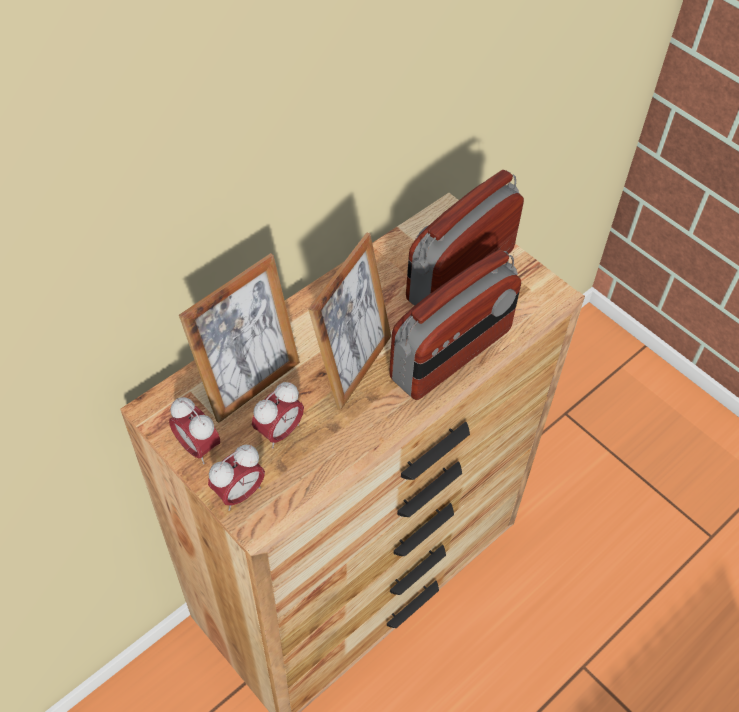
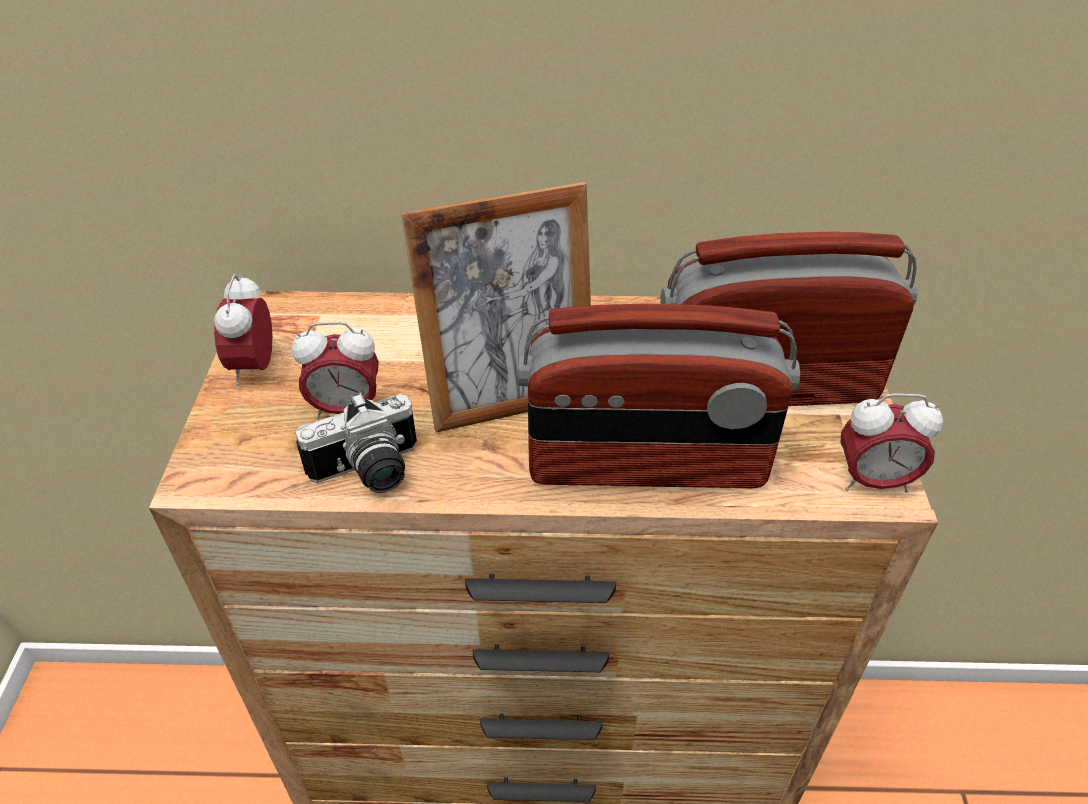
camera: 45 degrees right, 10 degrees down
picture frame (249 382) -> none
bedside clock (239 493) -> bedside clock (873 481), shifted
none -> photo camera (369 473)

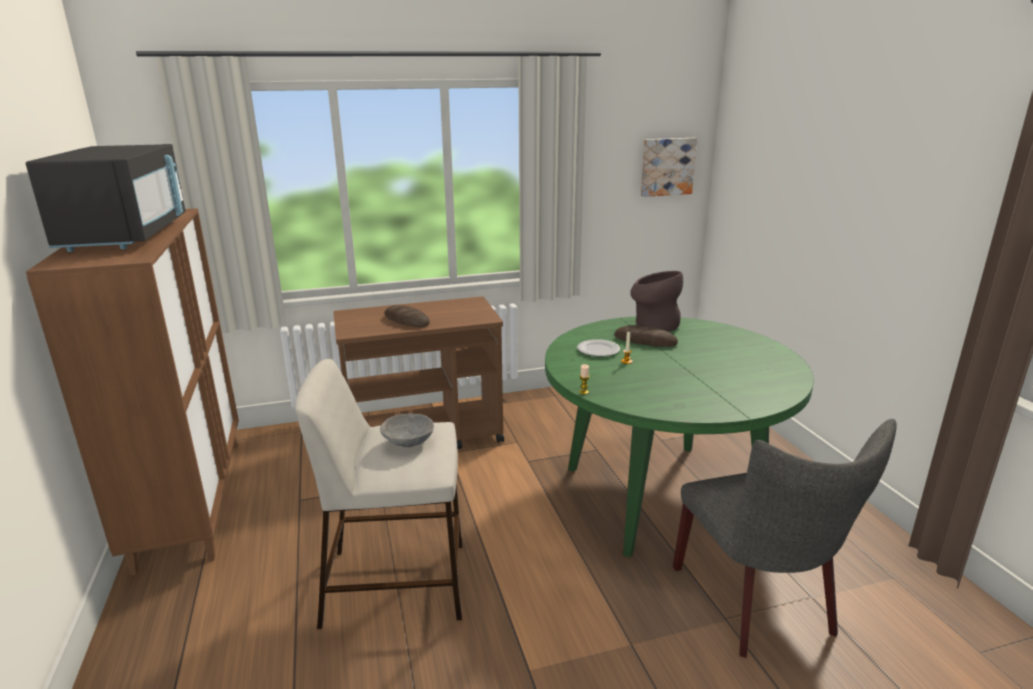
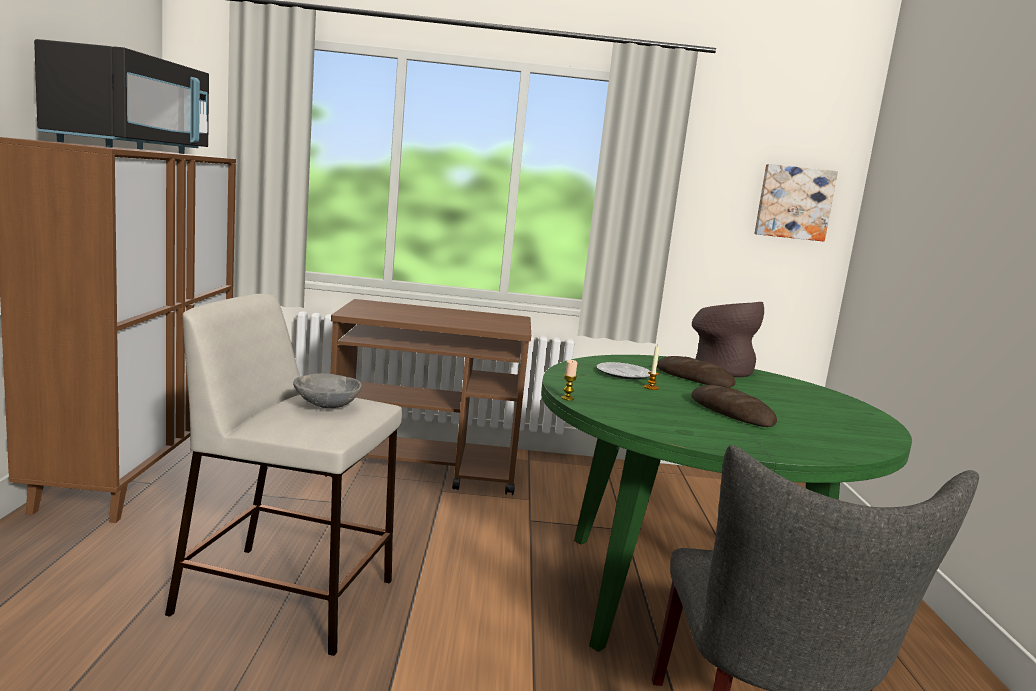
camera: 15 degrees right, 10 degrees down
bakery bread (406 320) -> bakery bread (731 412), shifted

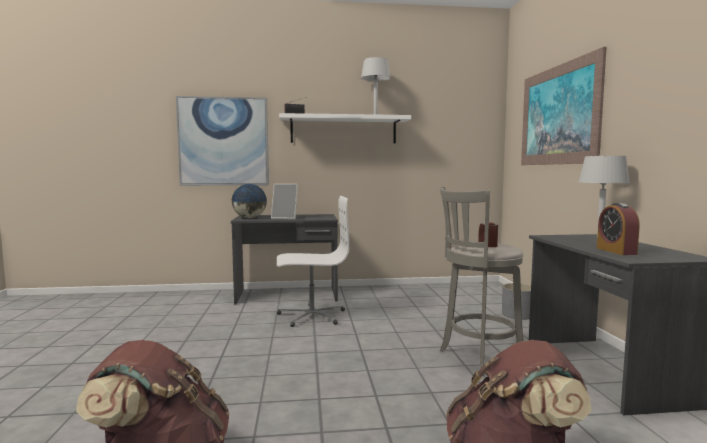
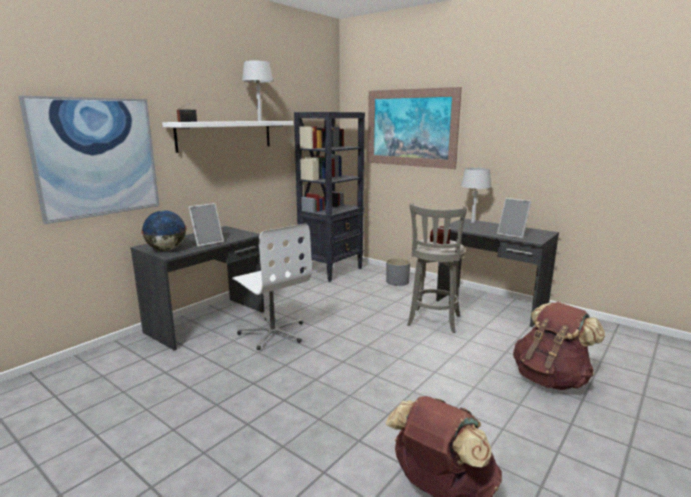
camera: 45 degrees left, 10 degrees up
office chair/whitish (311 316) -> office chair/whitish (273 333), 105 degrees clockwise
bedside clock (616 251) -> picture frame (513 234)
none -> bookcase/black (332 270)

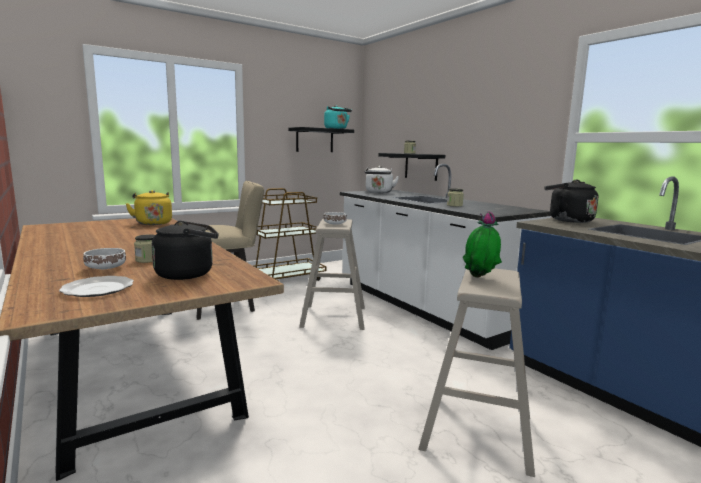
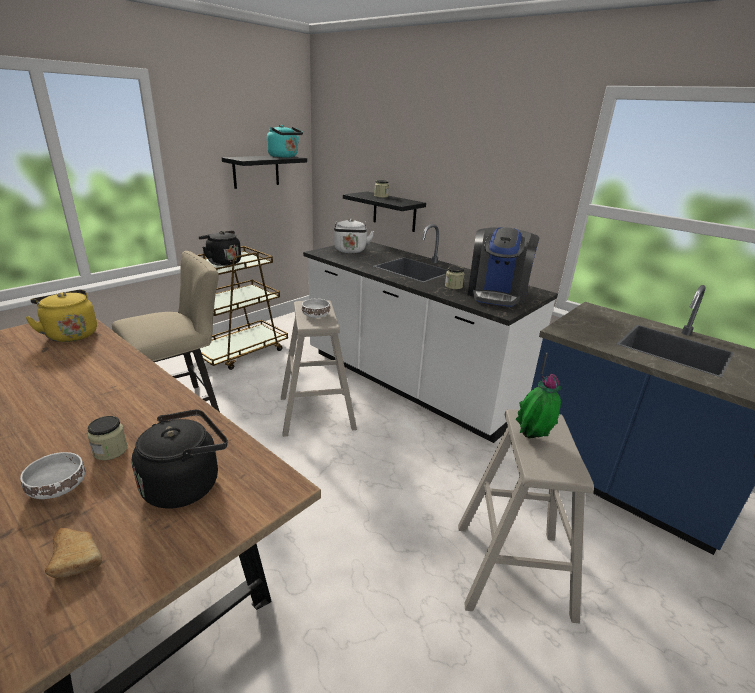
camera: 15 degrees left, 15 degrees up
kettle/black (567 220) -> kettle/black (222 262), shifted
flat dish (98 289) -> bakery bread (75 557)
none -> coffee brewer (497 294)

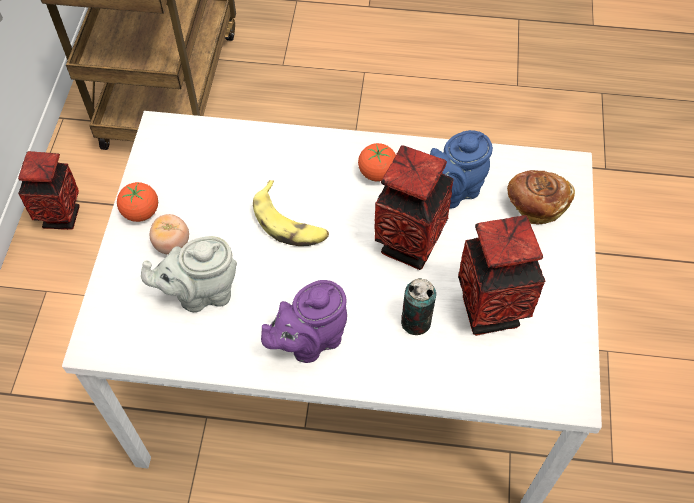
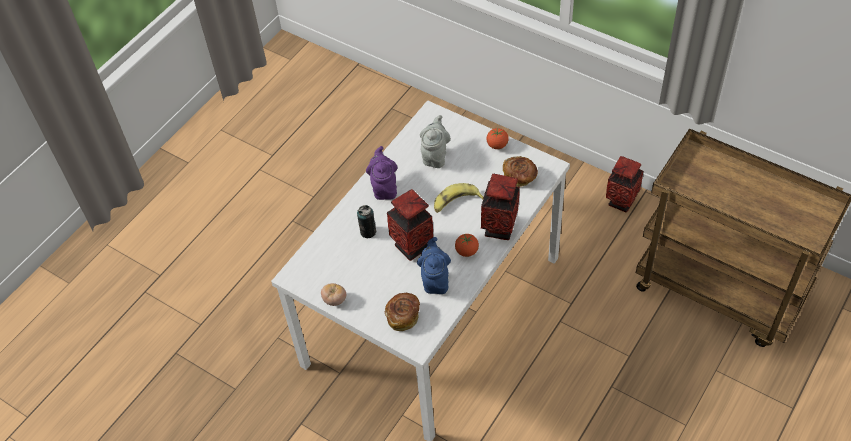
camera: 120 degrees right, 5 degrees down
whole tomato (172 244) -> whole tomato (334 300), shifted
flower vase (489 311) -> flower vase (499 229), shifted
none -> bakery bread (520 177)

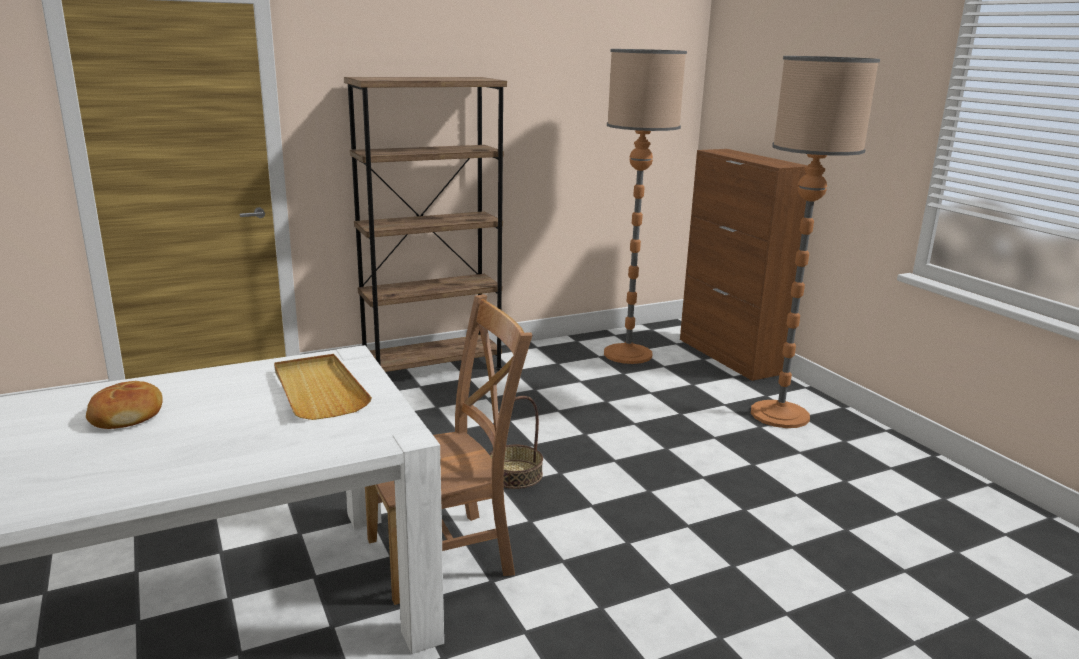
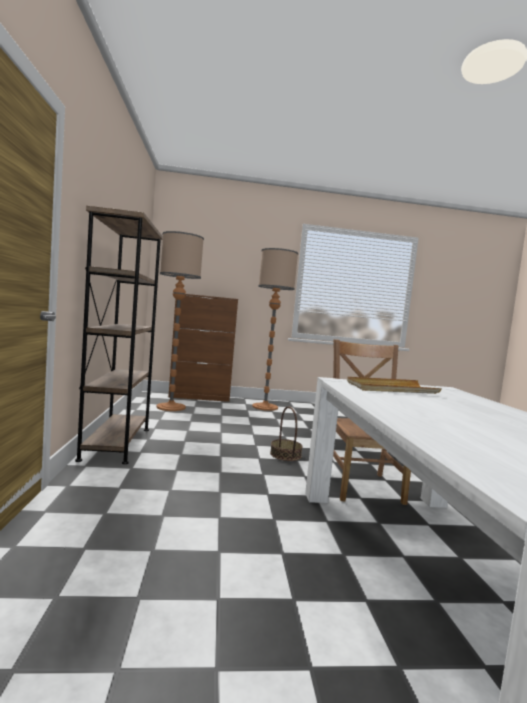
camera: 70 degrees left, 15 degrees down
bakery bread (127 415) -> none

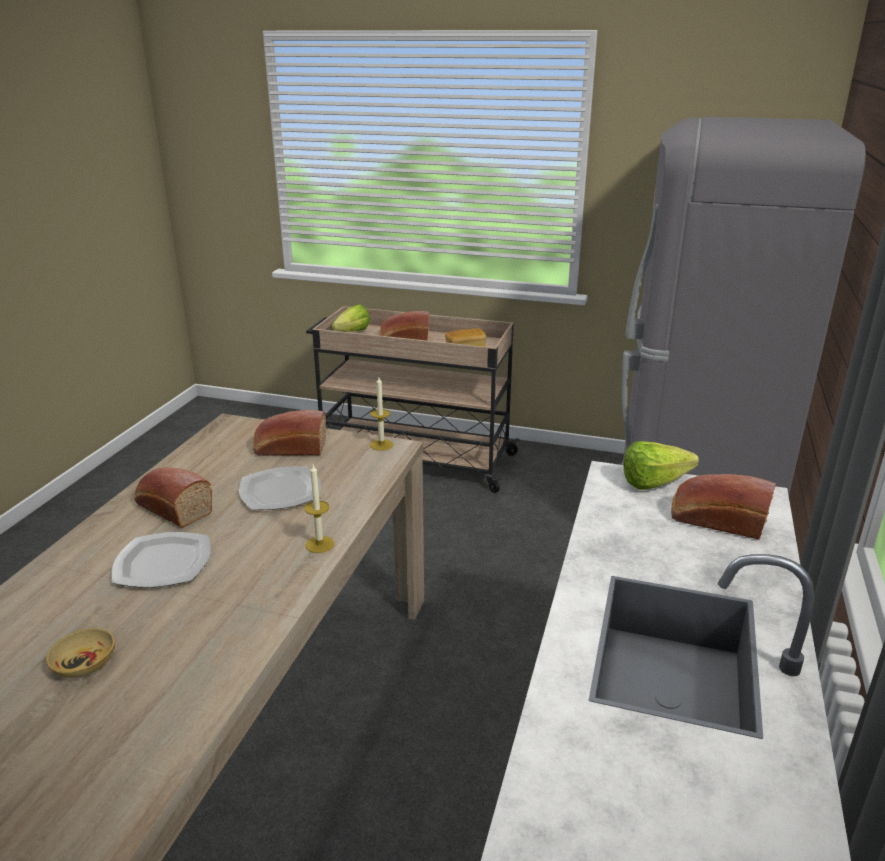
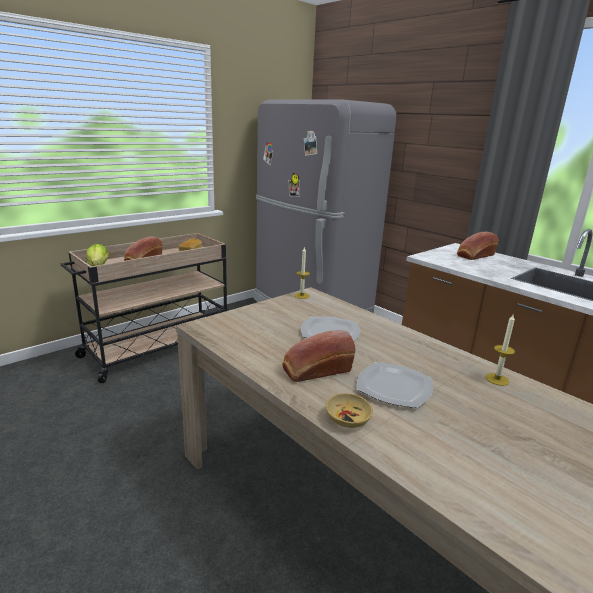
camera: 60 degrees left, 5 degrees down
bakery bread (289 449) -> none
head of lettuce (660 483) -> none
candle (319 544) -> candle (497 379), shifted
serving bowl/beige-coloured (85 664) -> serving bowl/beige-coloured (348 419), shifted

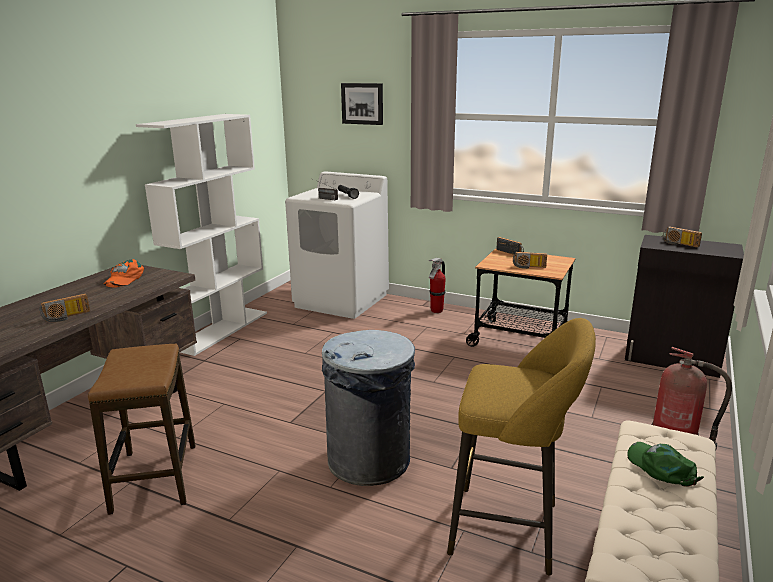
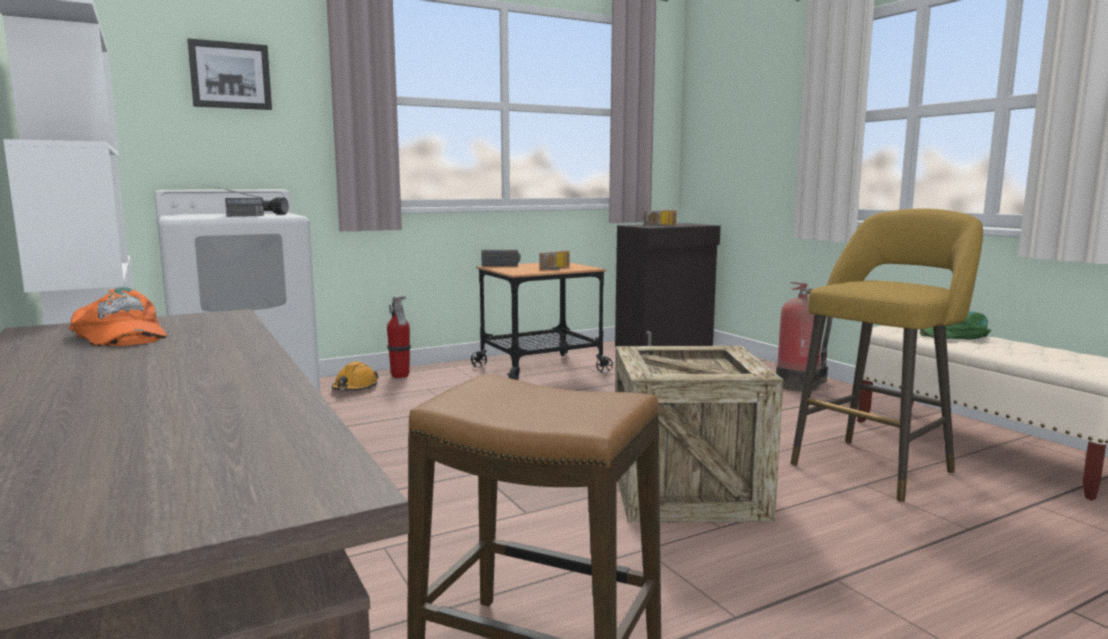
camera: 55 degrees left, 10 degrees down
radio (67 317) -> none
rubbish bin/grey (370 460) -> packing crate (687 491)
none -> hard hat/orange-coloured (355 388)

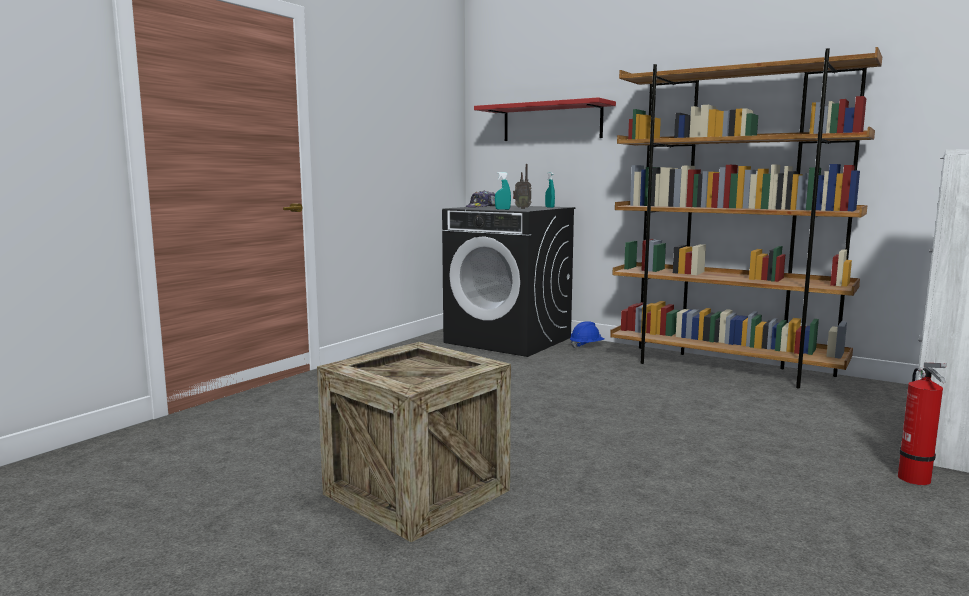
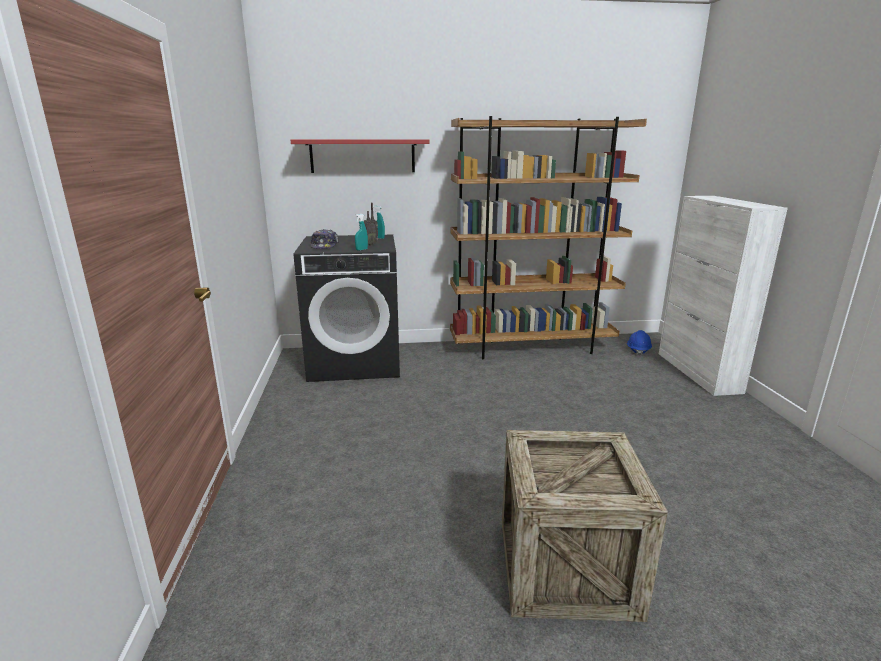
camera: 40 degrees left, 10 degrees up
hard hat/blue-coloured (586 346) -> hard hat/blue-coloured (638 350), shifted
extinguisher (916 480) -> none

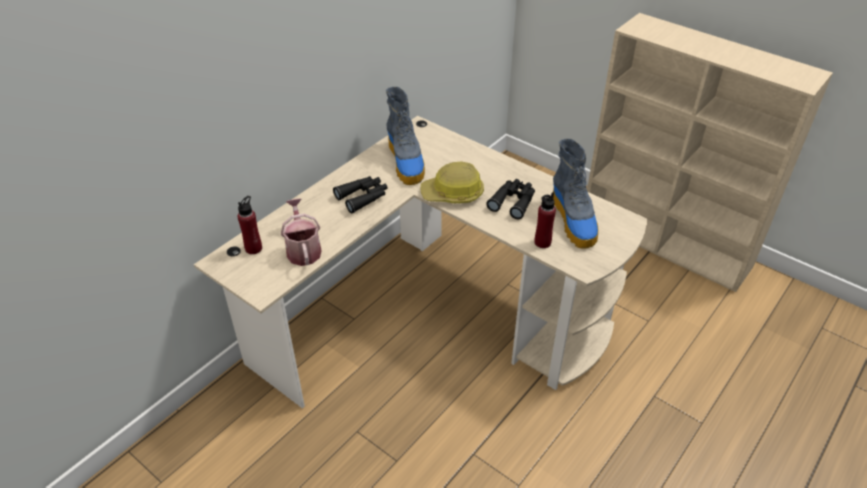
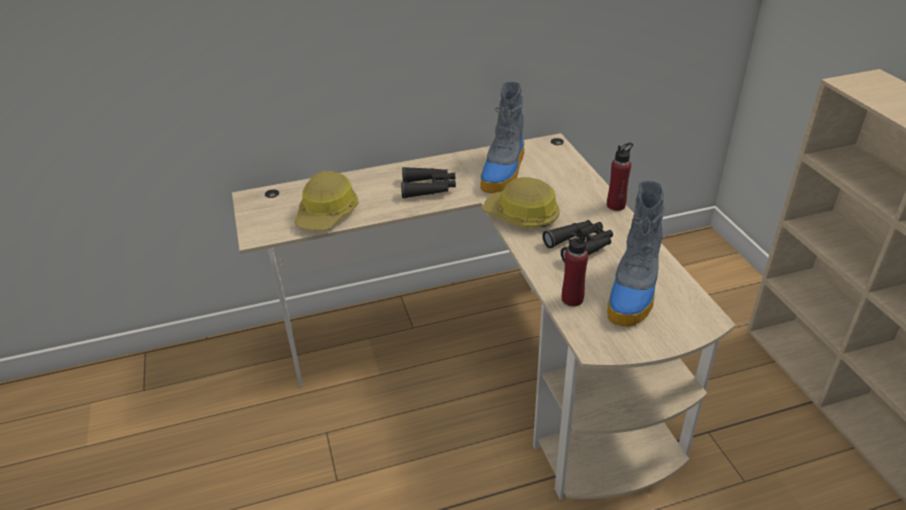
camera: 35 degrees right, 5 degrees down
beverage bottle/red (253 248) -> beverage bottle/red (616 205), shifted
sprinkling can (303 249) -> hard hat (328 214)

